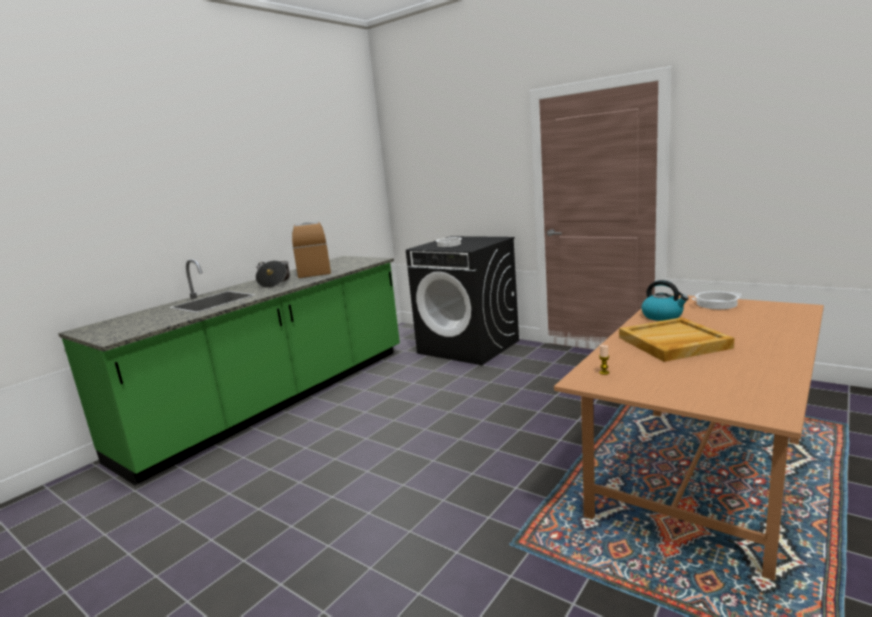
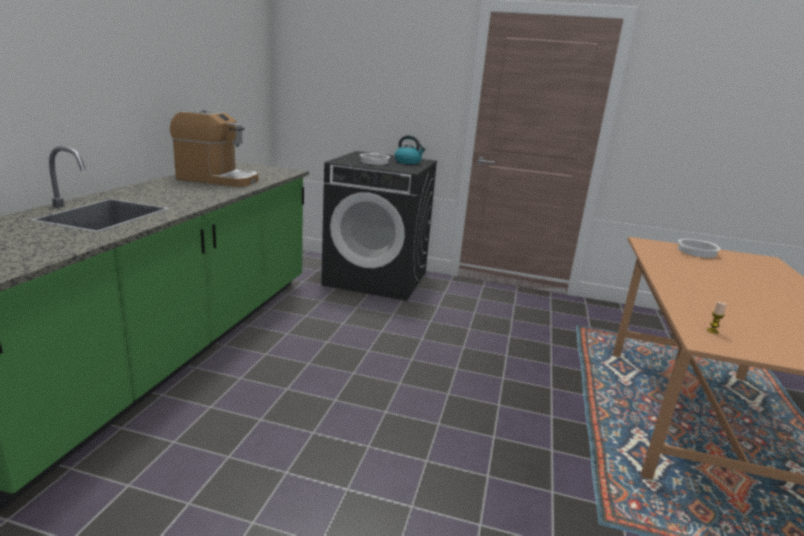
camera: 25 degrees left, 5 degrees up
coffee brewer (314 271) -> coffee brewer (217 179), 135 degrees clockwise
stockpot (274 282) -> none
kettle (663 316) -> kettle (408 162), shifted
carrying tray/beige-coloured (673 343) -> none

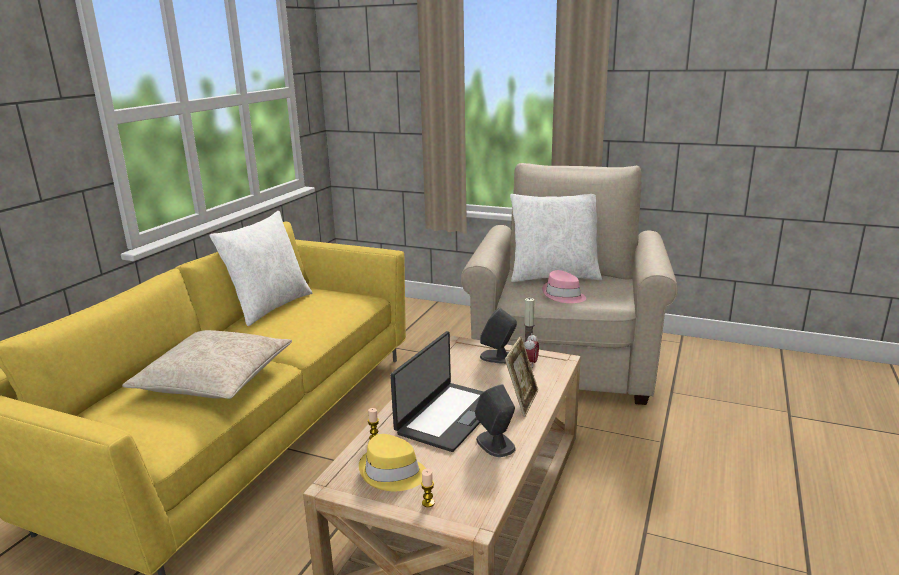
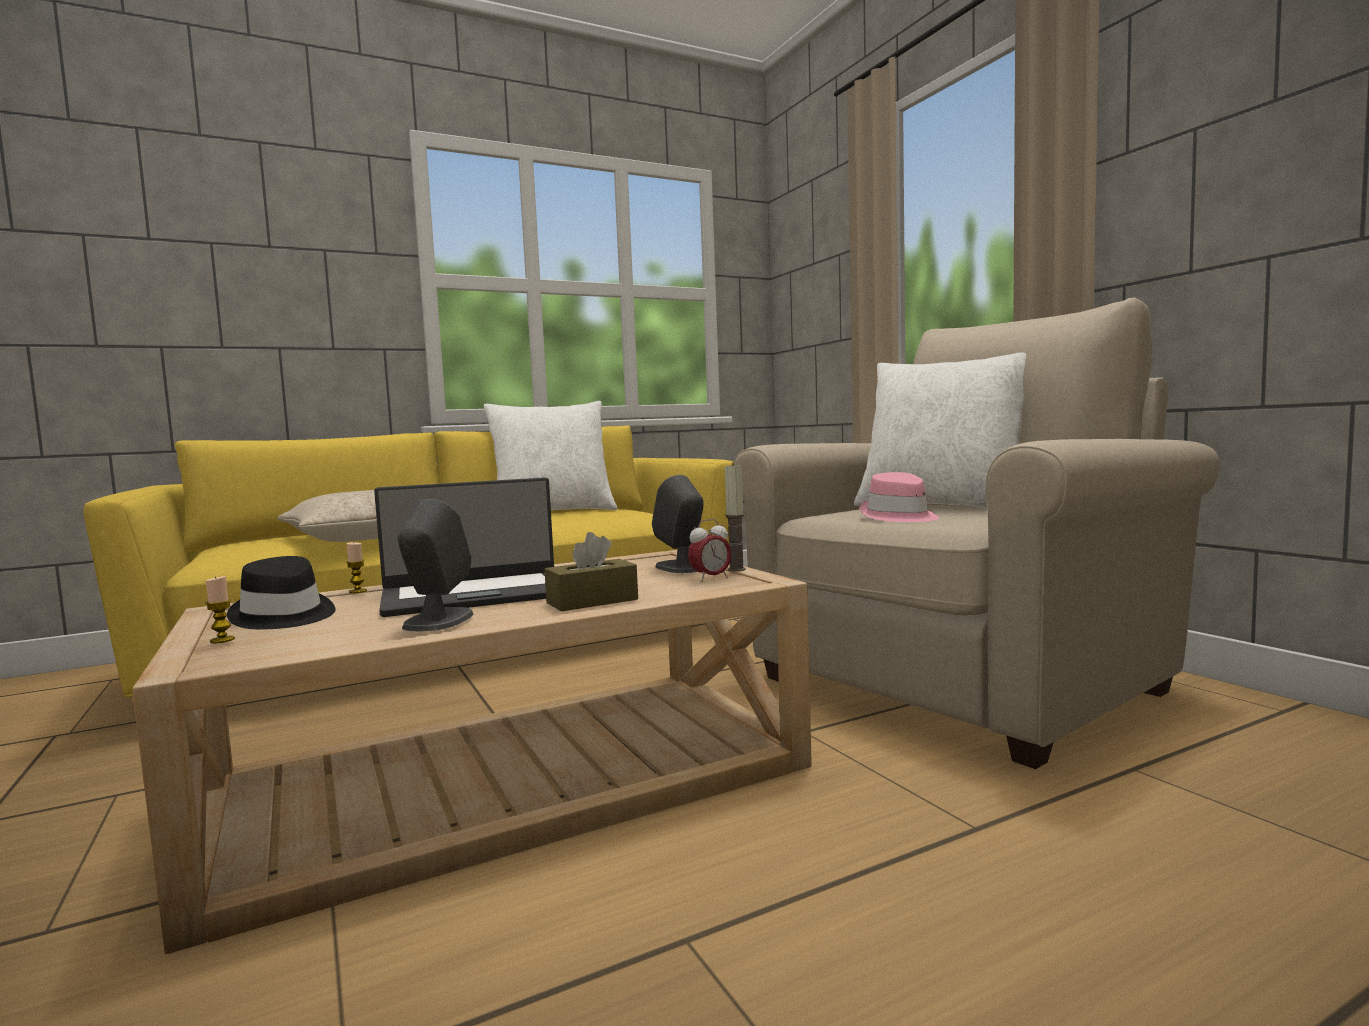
camera: 40 degrees right, 15 degrees down
picture frame (521 401) -> tissue holder/brownish (592 601)
hat/yellow-coloured (392 473) -> hat/black (283 616)

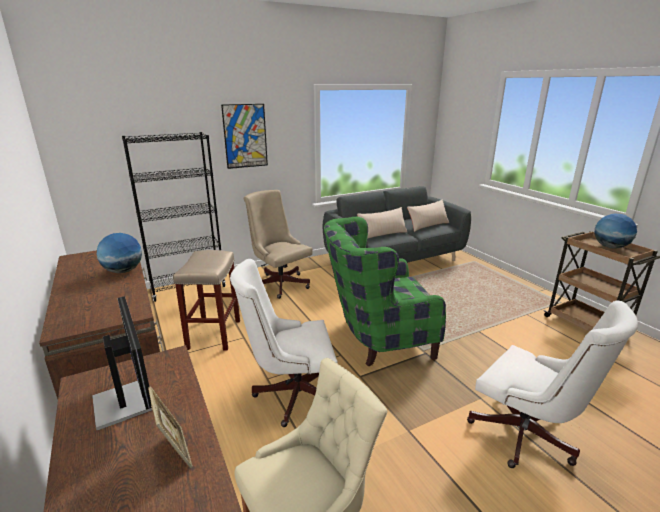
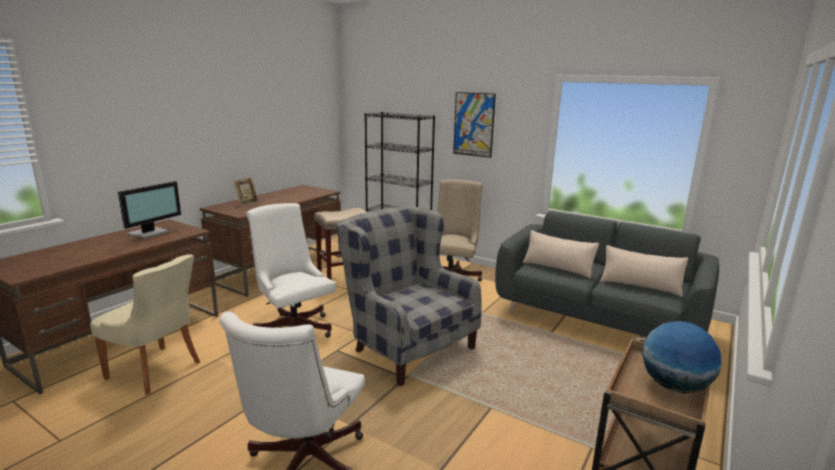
camera: 60 degrees right, 5 degrees down
armchair/green-coloured (376 338) -> armchair/grey (406 345)
desk globe (123 271) -> none
picture frame (174 451) -> picture frame (247 203), shifted

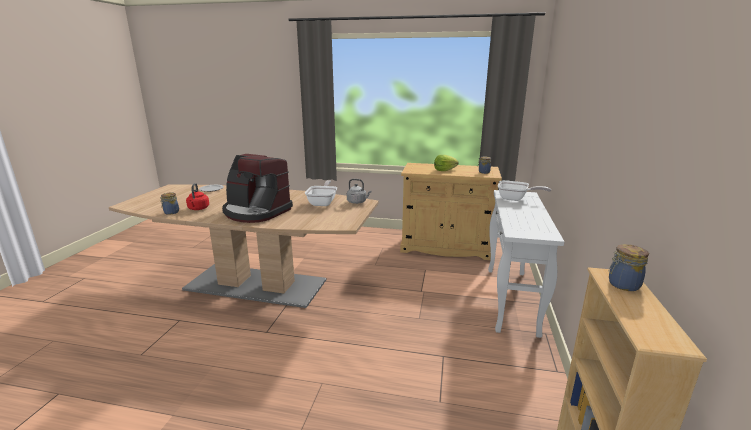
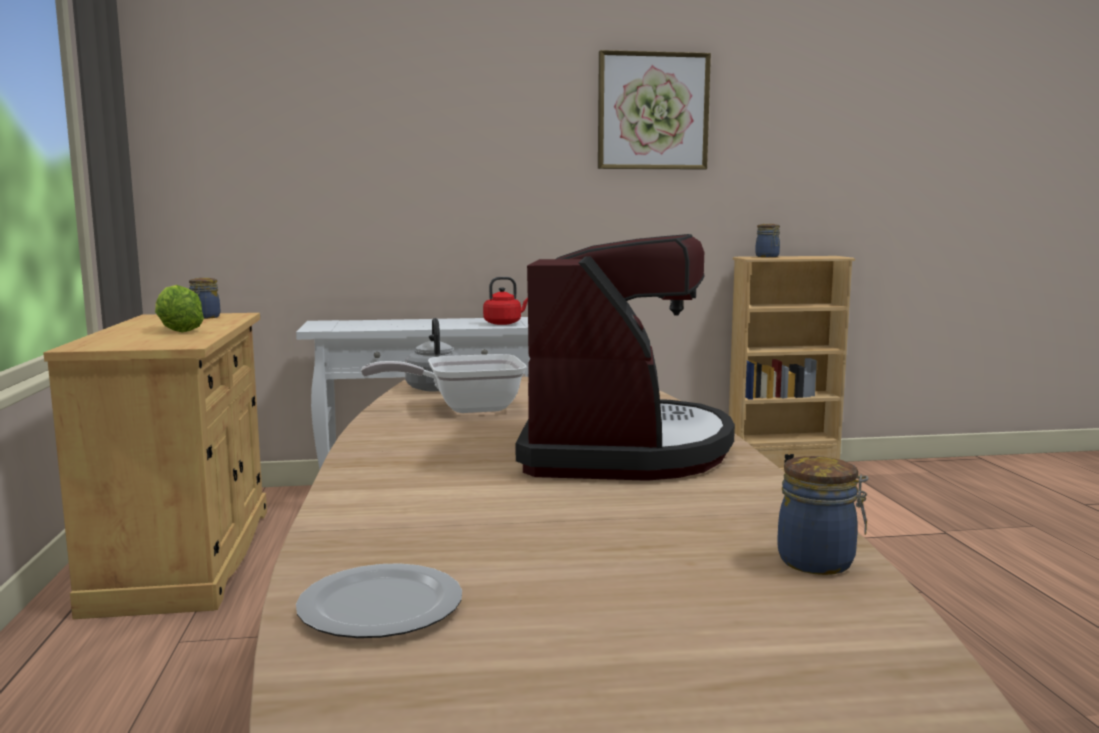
camera: 110 degrees left, 10 degrees down
skillet (515 199) -> none
kettle/red (198 209) -> kettle/red (504 323), shifted
none -> wall picture (653 111)

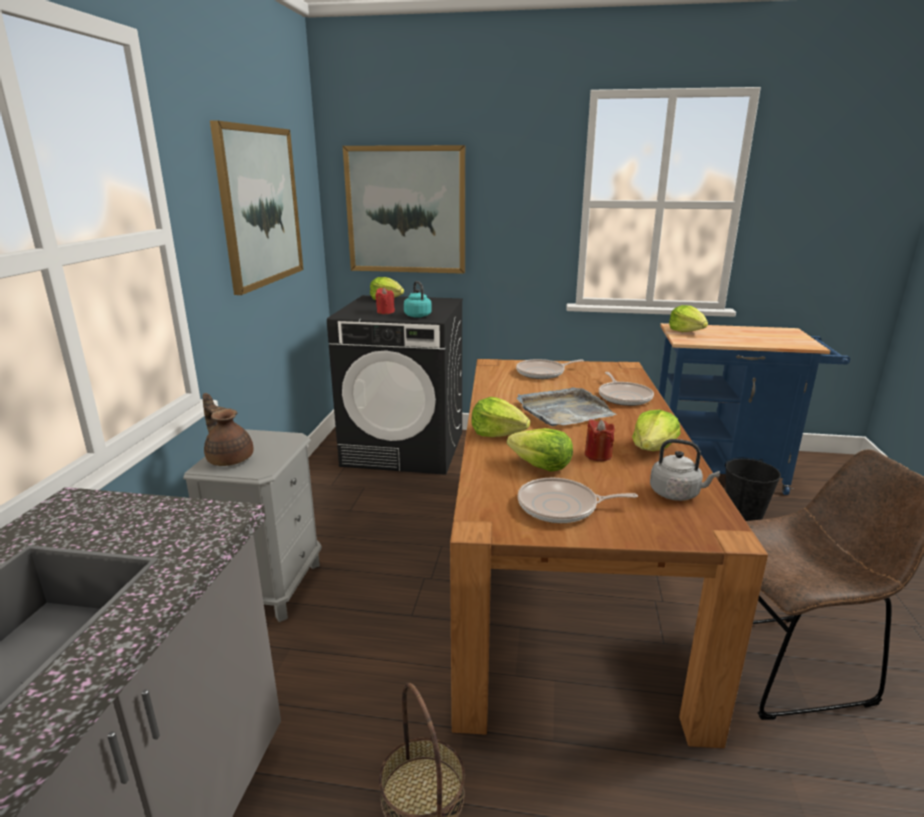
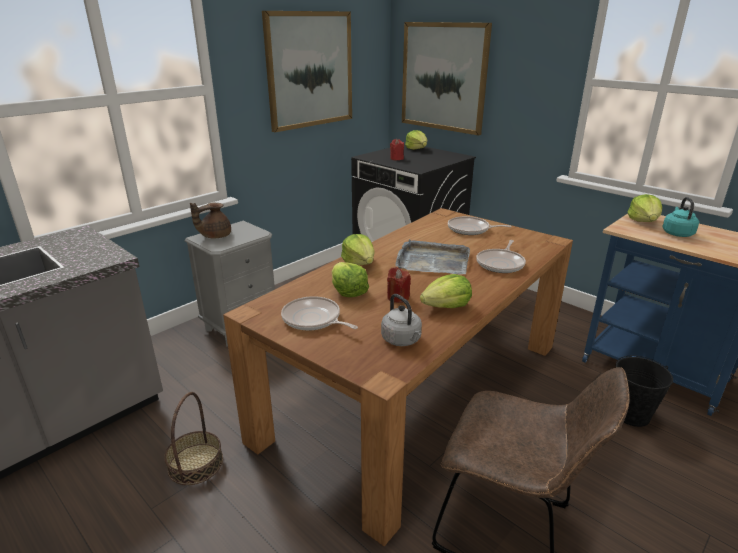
camera: 35 degrees right, 5 degrees up
kettle/blue-green (417 315) -> kettle/blue-green (677 233), shifted
tea pot/brownish (229 458) -> tea pot/brownish (215 236), 120 degrees counterclockwise

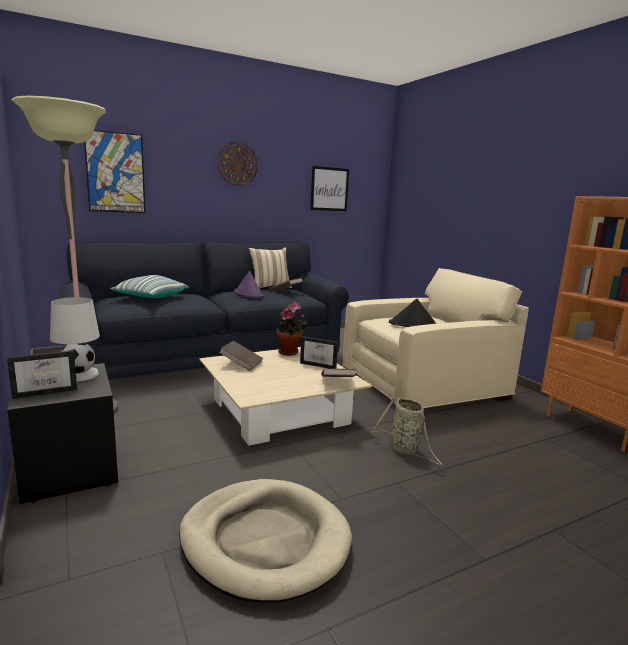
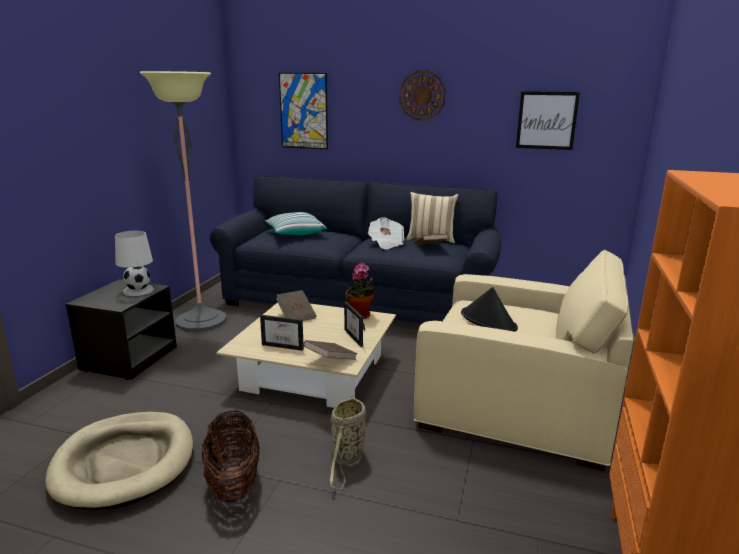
camera: 45 degrees right, 5 degrees up
hat/purple (248 294) -> daily paper (386 243)
picture frame (46 391) -> picture frame (285 345), shifted
none -> basket (233 481)

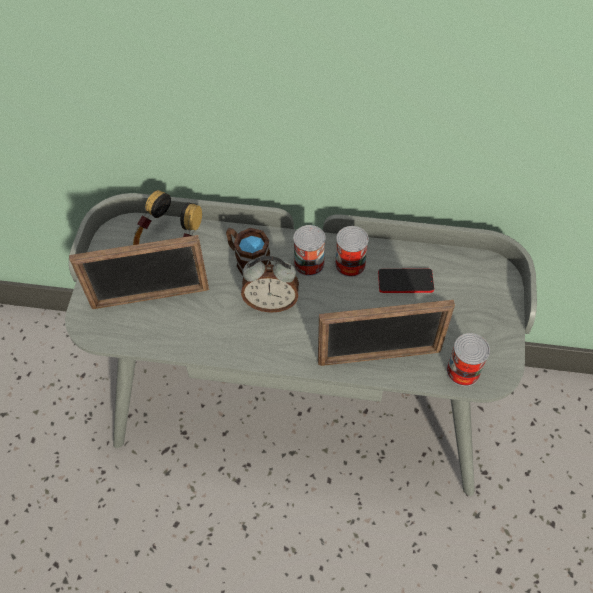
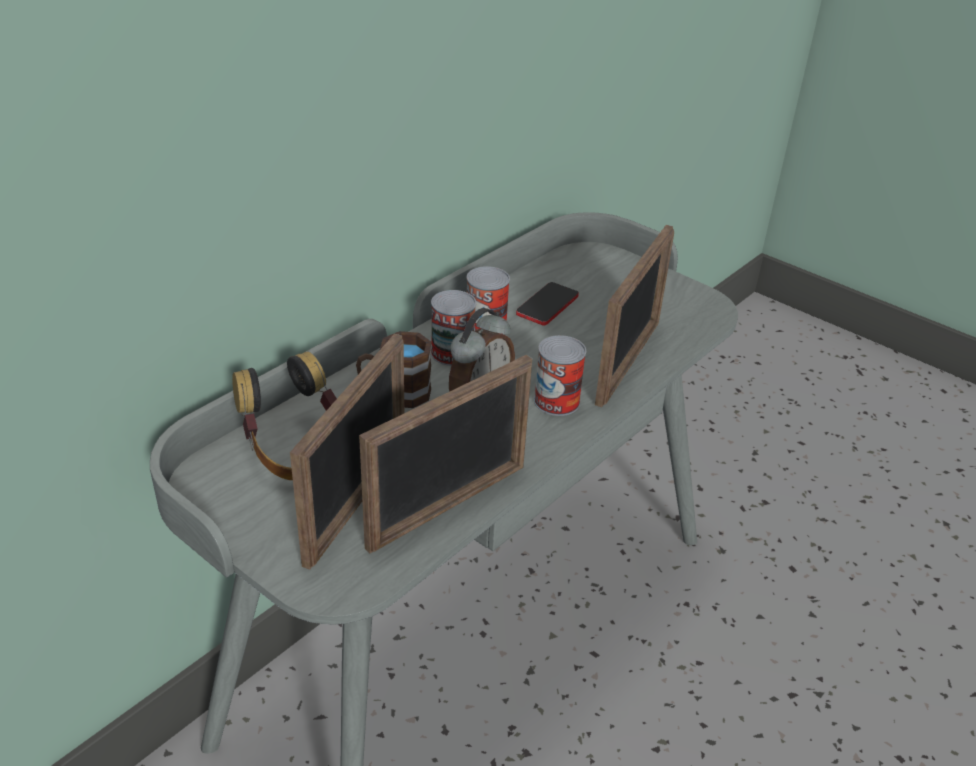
camera: 60 degrees left, 20 degrees down
can (463 371) -> can (556 401), shifted
none -> picture frame (449 506)

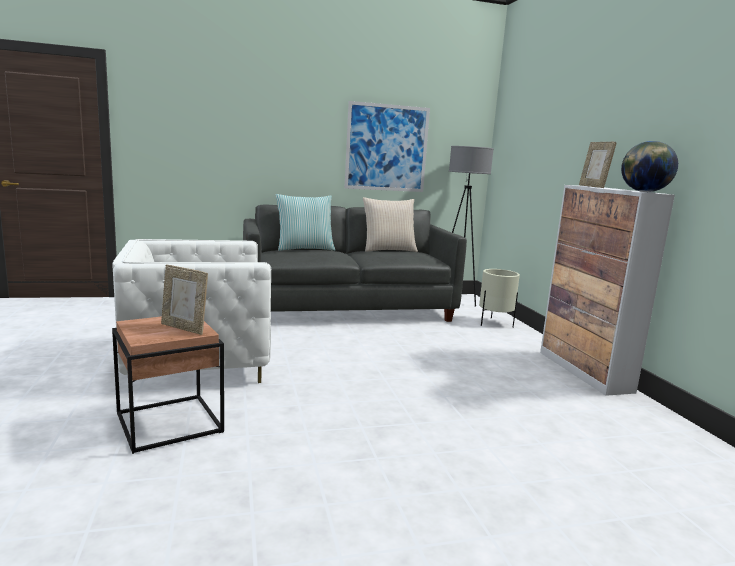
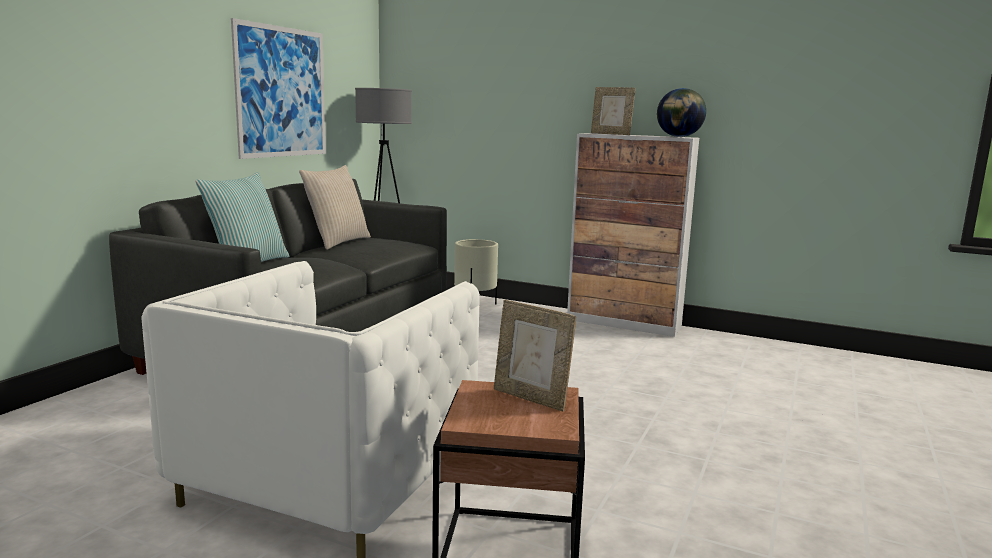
camera: 50 degrees left, 0 degrees up
picture frame (184 328) -> picture frame (531 398), 60 degrees clockwise

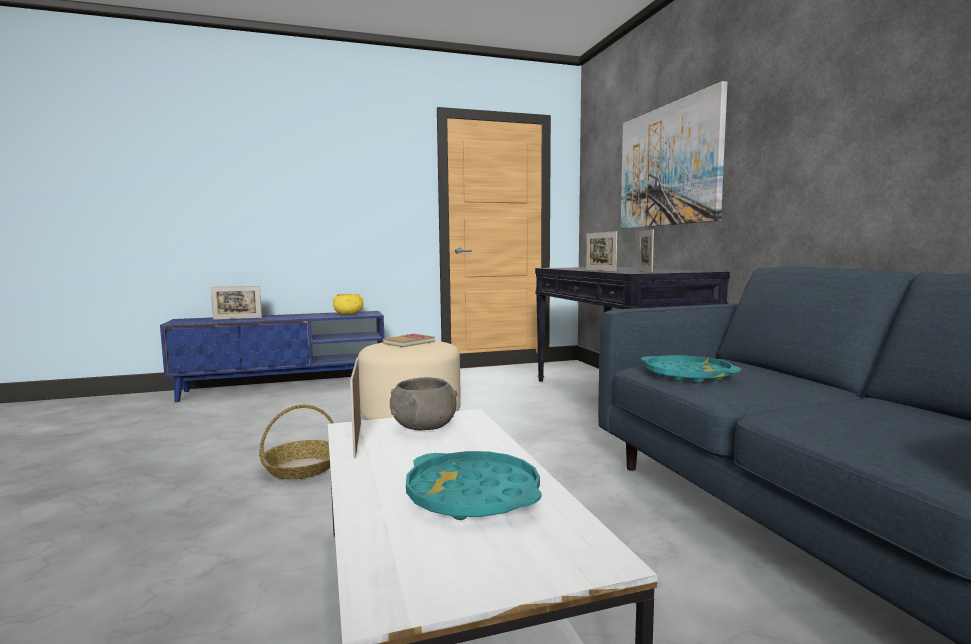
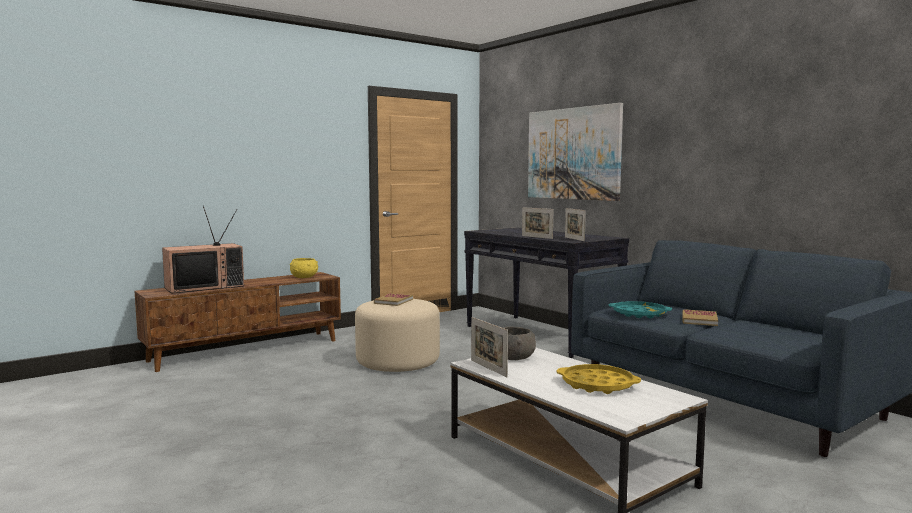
camera: 20 degrees left, 0 degrees up
picture frame (237 318) -> TV (205 287)
media console/blue-coloured (284 388) -> media console/brownish (246 350)
basket (302 468) -> none
carrying tray/blue-green (472 495) -> carrying tray/yellow-coloured (597 385)
none -> book (699 320)

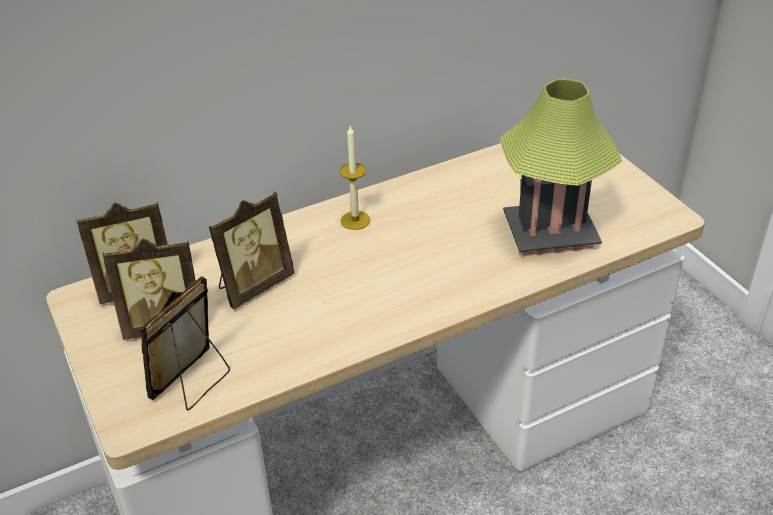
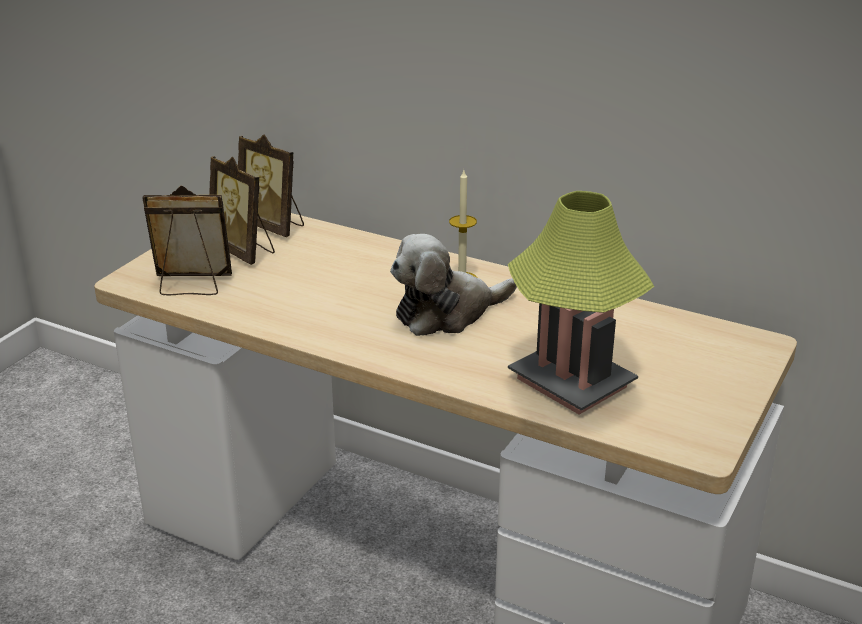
camera: 55 degrees right, 10 degrees down
picture frame (253 285) -> none
none -> cuddly toy (447 313)

